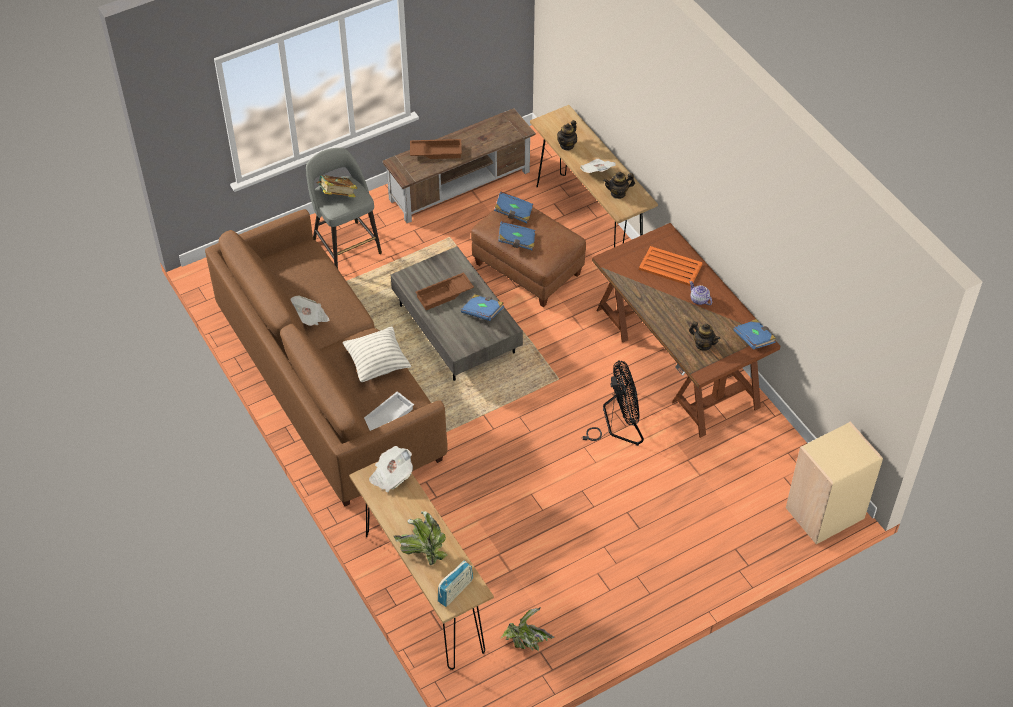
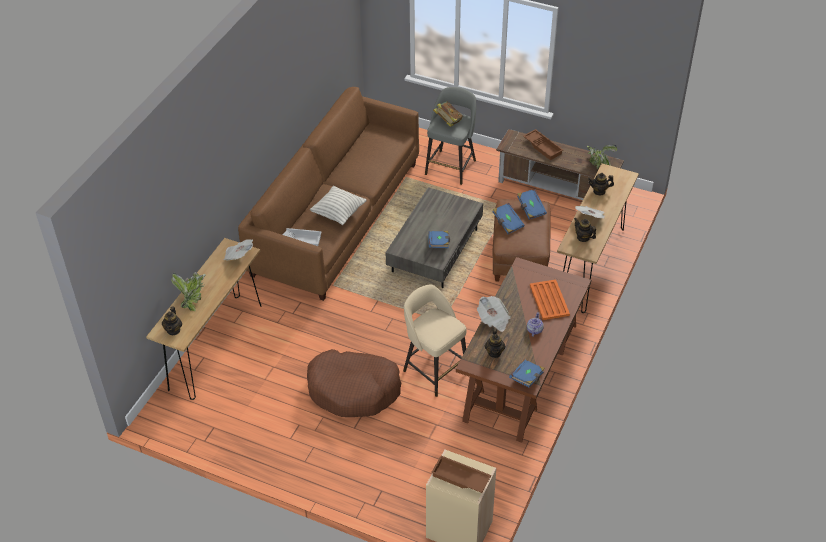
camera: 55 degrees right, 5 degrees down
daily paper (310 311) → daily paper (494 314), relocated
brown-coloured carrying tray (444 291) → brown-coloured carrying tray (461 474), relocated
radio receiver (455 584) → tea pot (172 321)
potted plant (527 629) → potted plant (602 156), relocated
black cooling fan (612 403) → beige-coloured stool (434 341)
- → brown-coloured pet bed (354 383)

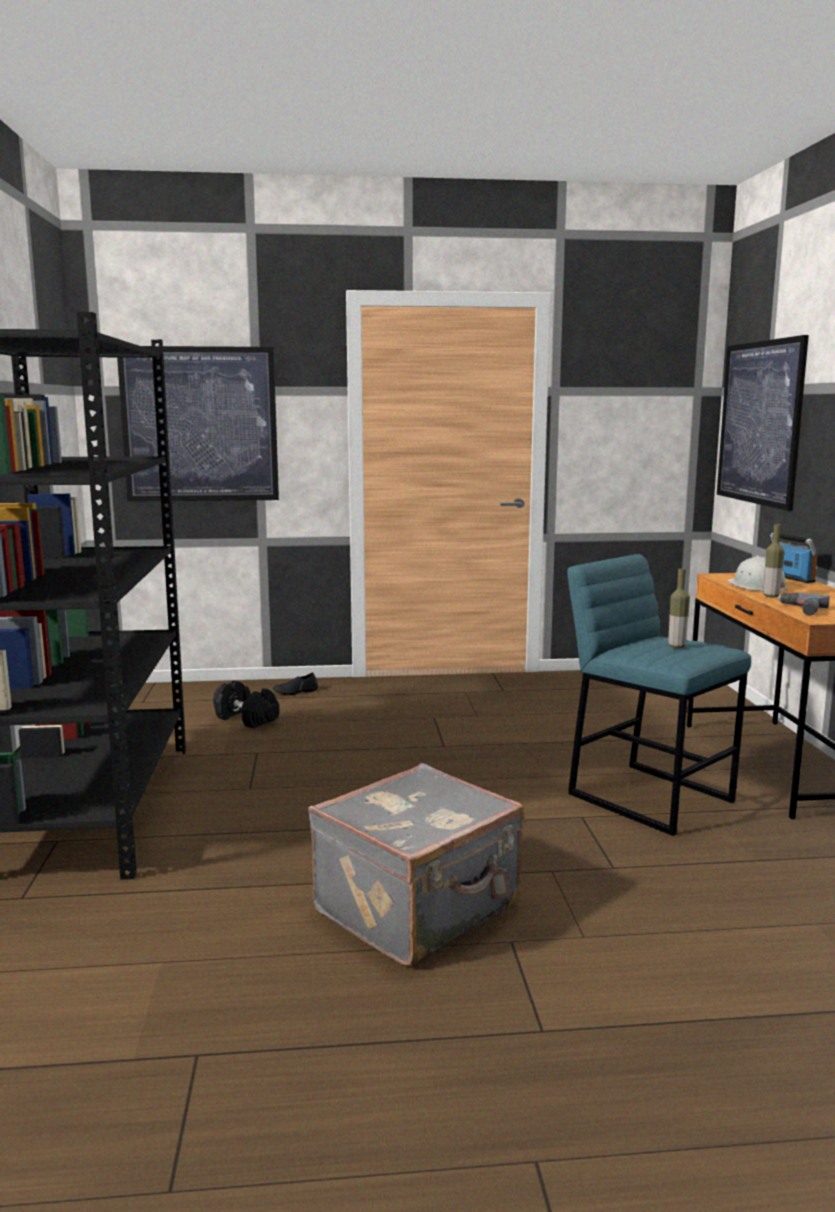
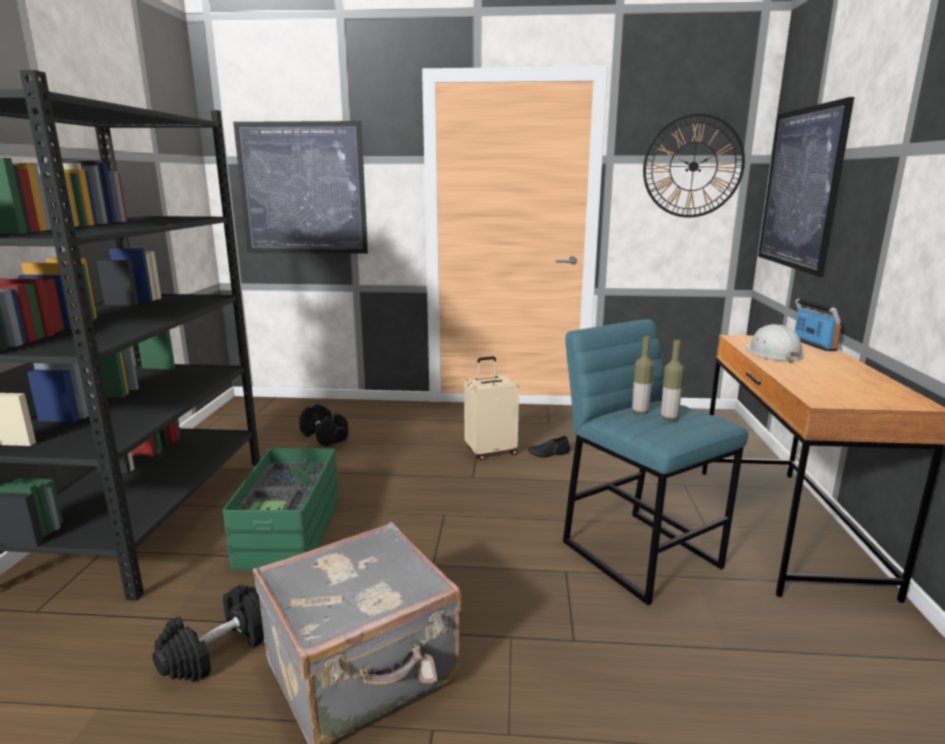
camera: 10 degrees right, 5 degrees up
black low shoe (295 683) → black low shoe (549 447), relocated
drink bottle (774 561) → drink bottle (643 375), relocated
electric drill (804 604) → -
- → black free weight (208 633)
- → greenish storage box (280 509)
- → beige-coloured suitcase (491 408)
- → clock on the wall (694 165)

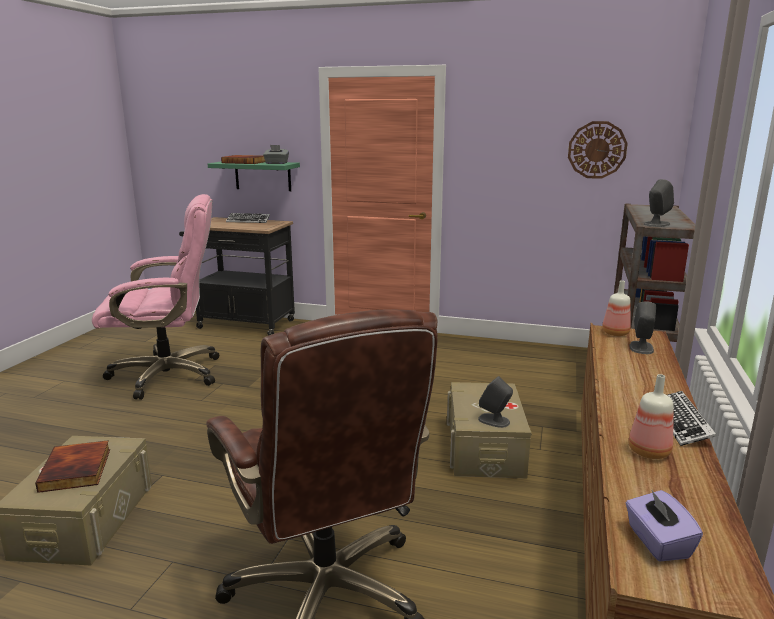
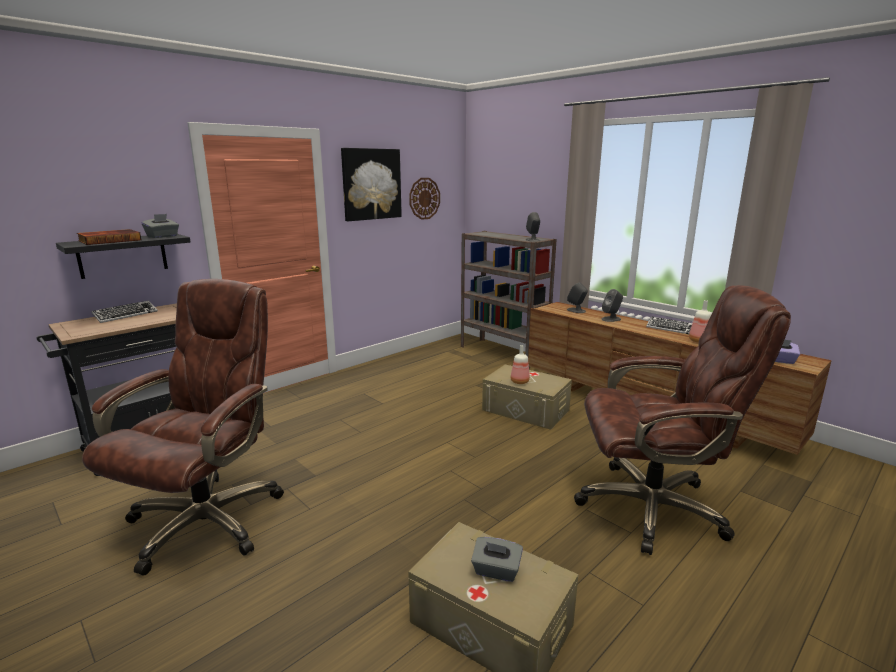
camera: 60 degrees left, 0 degrees up
bound book (72 466) → grey tissue holder (497 559)
pinkish office chair (156 297) → brown-coloured office chair (183 427)
greenish bracket shelf (254 176) → black bracket shelf (123 256)
grey loudspeaker (495 402) → grey loudspeaker (612 305), relocated
drink bottle (616 308) → drink bottle (520 364), relocated
- → picture (371 184)

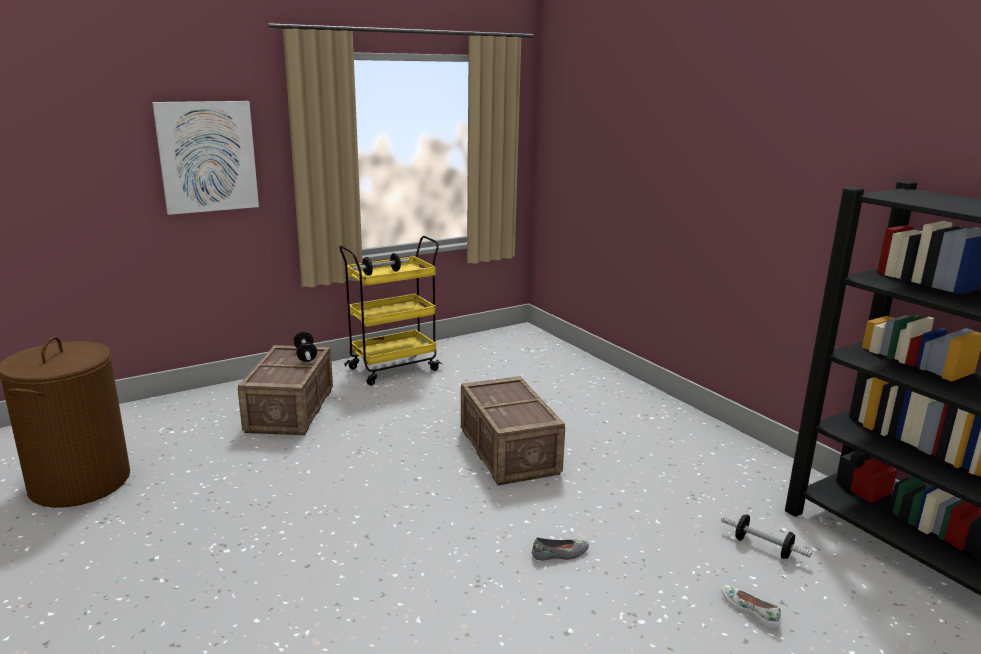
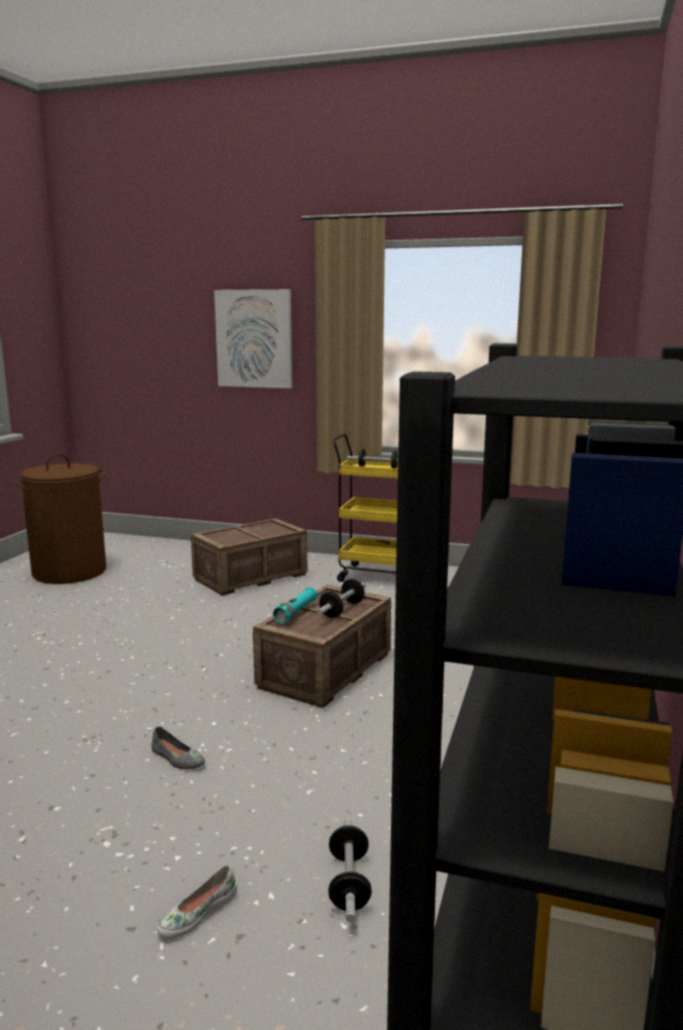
camera: 50 degrees right, 5 degrees down
free weight (305 346) → free weight (341 598), relocated
whitish low shoe (751 607) → whitish low shoe (196 902), 150 degrees counterclockwise
- → turquoise-coloured flashlight (295 605)

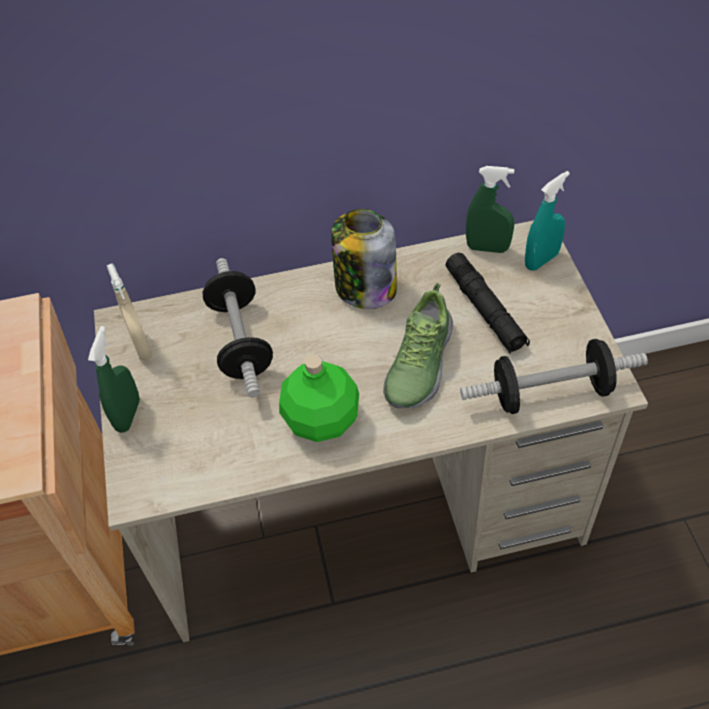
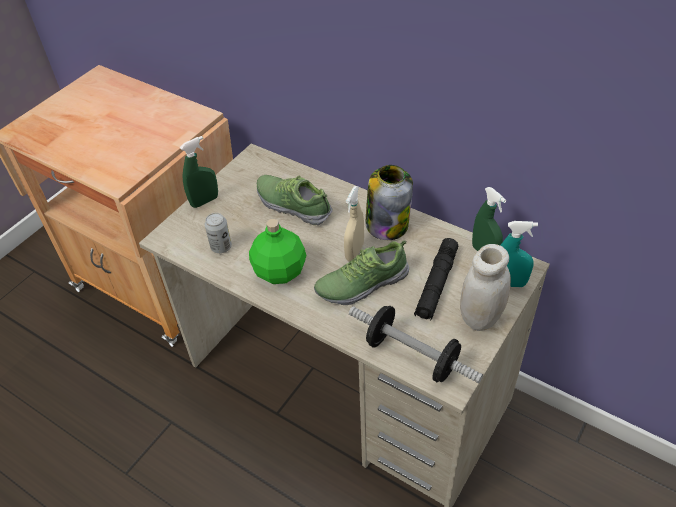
camera: 45 degrees right, 5 degrees down
beige-coloured sprayer (130 312) → beige-coloured sprayer (354 224), relocated
free weight (238 328) → low shoe (295 200)
- → sealed can (218 233)
- → whitish storage jar (485 287)

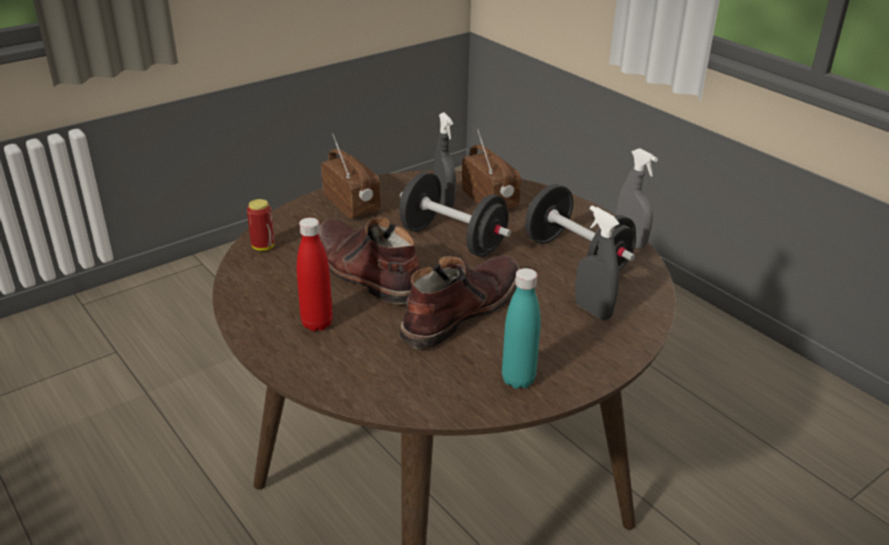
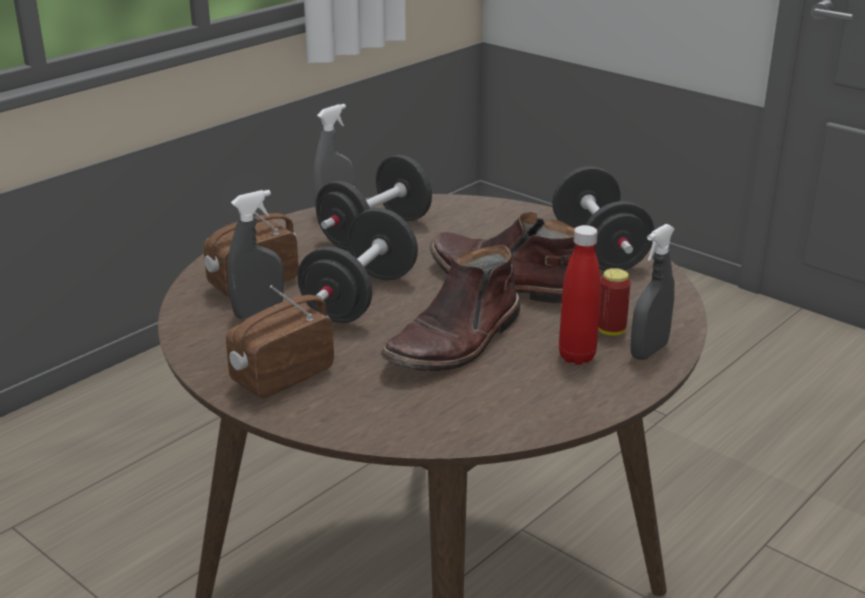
camera: 100 degrees left, 5 degrees down
sealed can (261 225) → sealed can (614 302), relocated
turquoise-coloured drink bottle (521 328) → black free weight (603 218)
grey sprayer (597 263) → grey sprayer (652 292), relocated

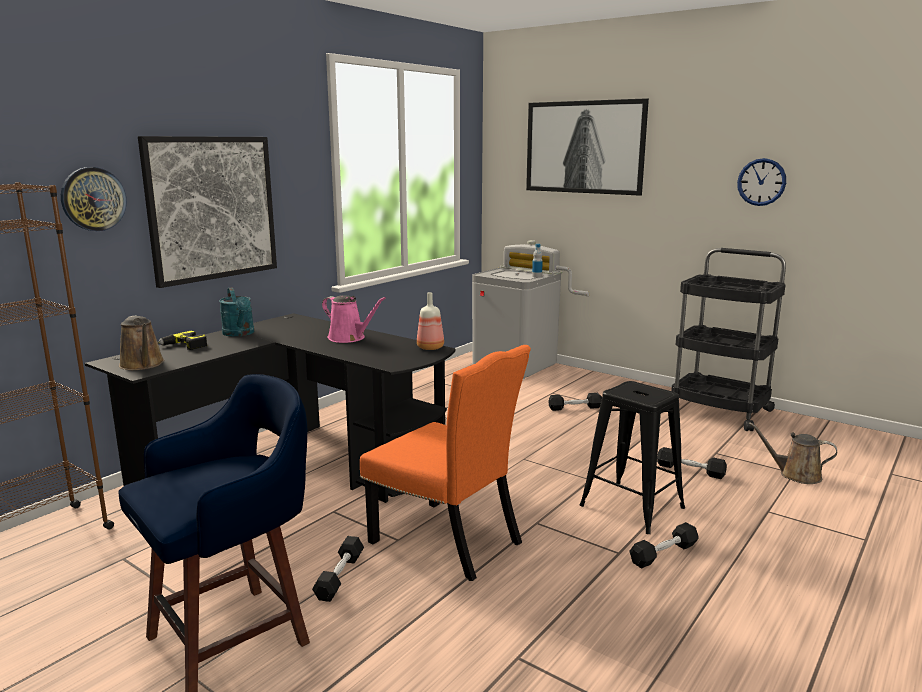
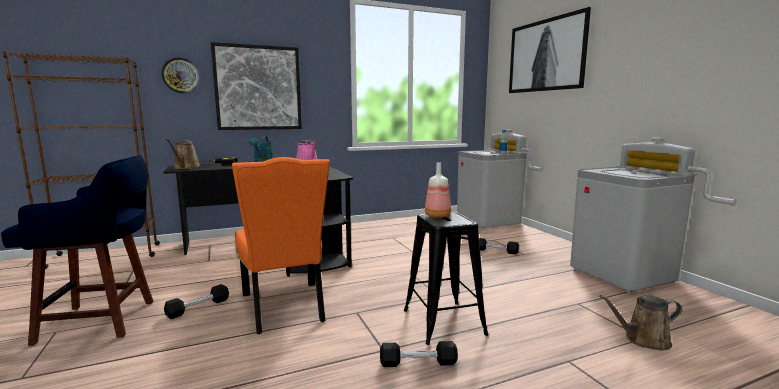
camera: 30 degrees right, 5 degrees down
drink bottle (430 321) → drink bottle (438 190), relocated
black free weight (692 463) → -
black cart (728 339) → grey washing machine (653 215)
clock on the wall (761 182) → -
brown-coloured watering pot (793 453) → brown-coloured watering pot (640 322), 60 degrees counterclockwise

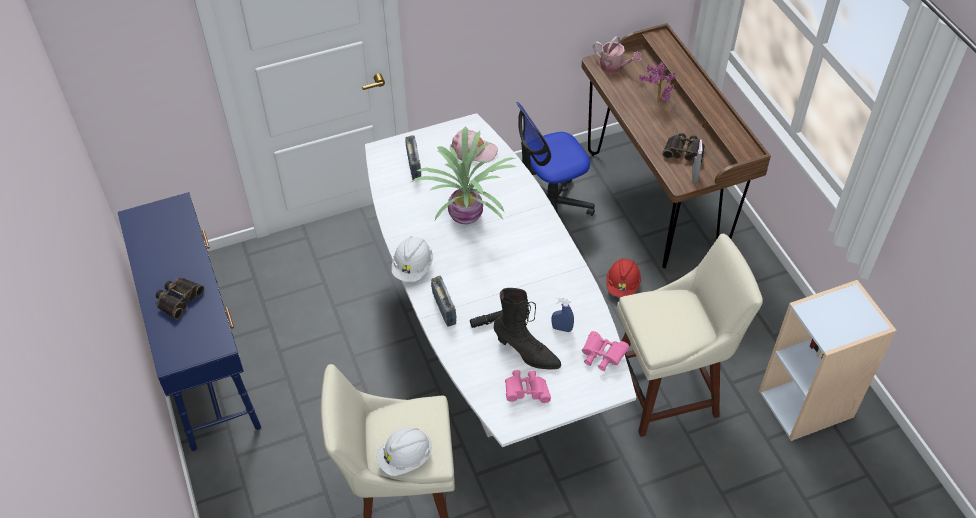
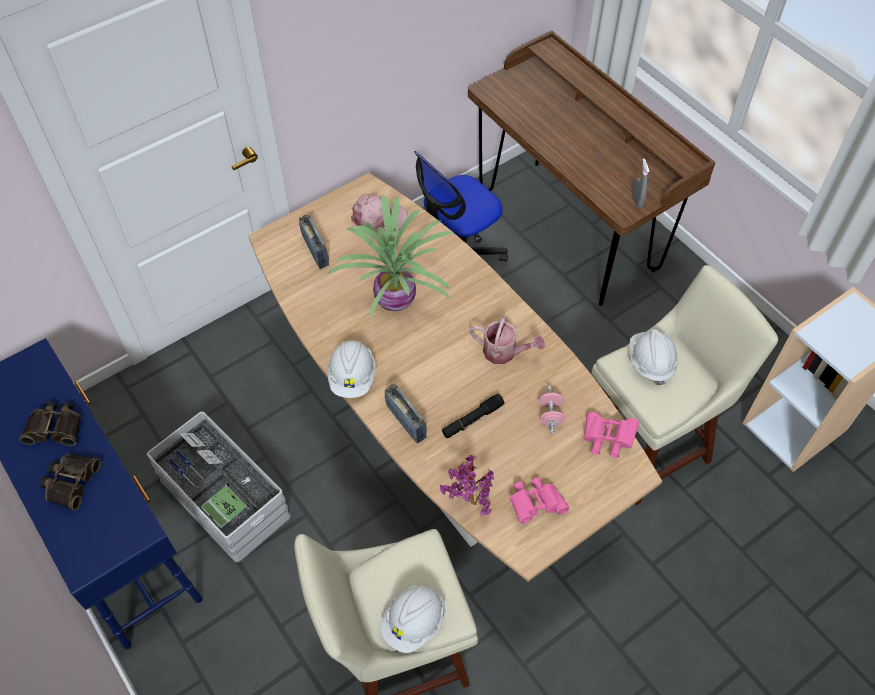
camera: 15 degrees left, 5 degrees up
whitish dining table (500 280) → brown-coloured dining table (455 377)
black tall boot (527 329) → -
blue sprayer (563 314) → pinkish free weight (552 409)
watering pot (617 54) → watering pot (506 340), relocated
red hard hat (624 277) → -
potted plant (657 82) → potted plant (467 485), relocated
field glasses (683 148) → field glasses (50 424), relocated
- → grey storage box (219 487)
- → whitish hard hat (653 357)

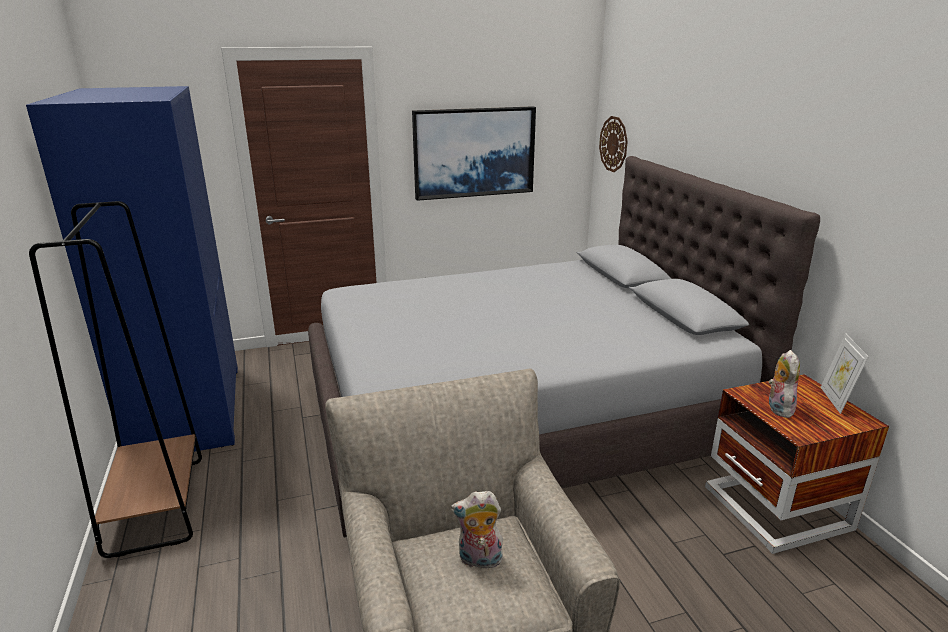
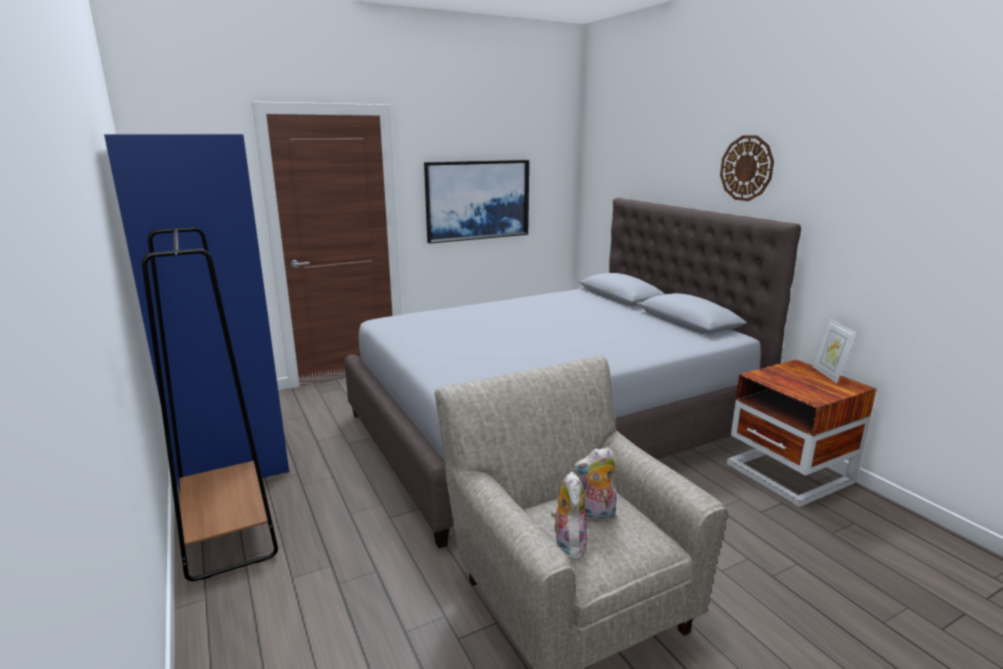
camera: 10 degrees left, 5 degrees down
clock on the wall (613 144) → clock on the wall (747 168), relocated
plush toy (784 384) → plush toy (569 515), relocated

